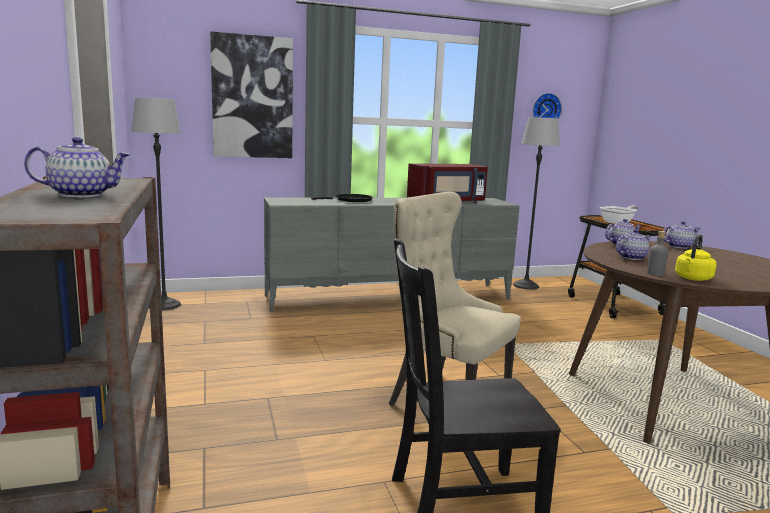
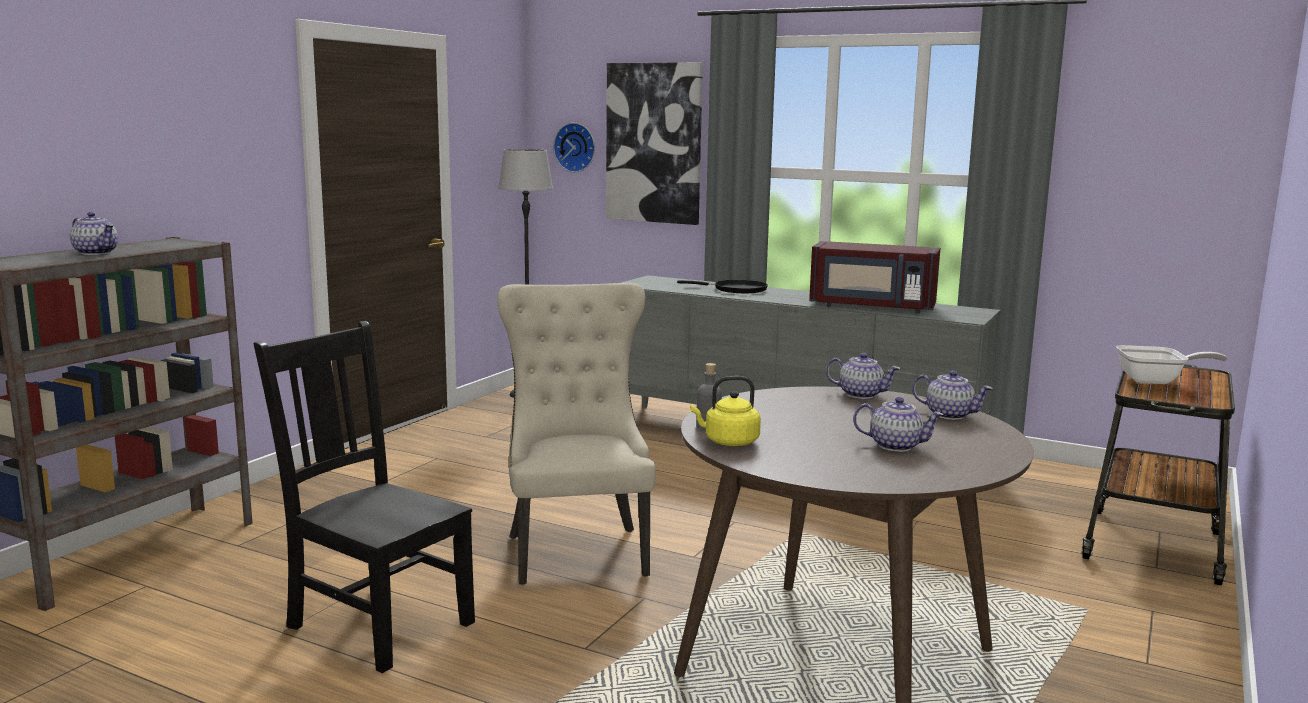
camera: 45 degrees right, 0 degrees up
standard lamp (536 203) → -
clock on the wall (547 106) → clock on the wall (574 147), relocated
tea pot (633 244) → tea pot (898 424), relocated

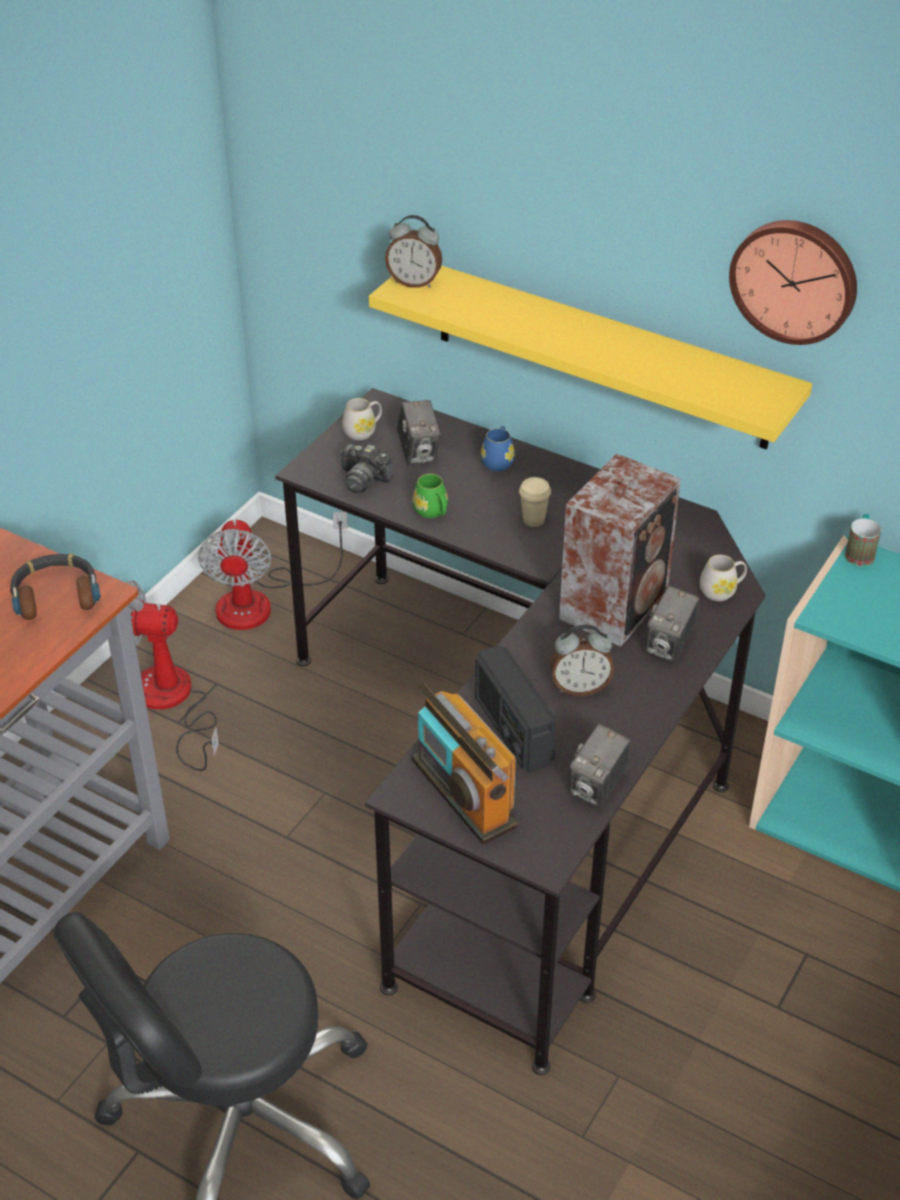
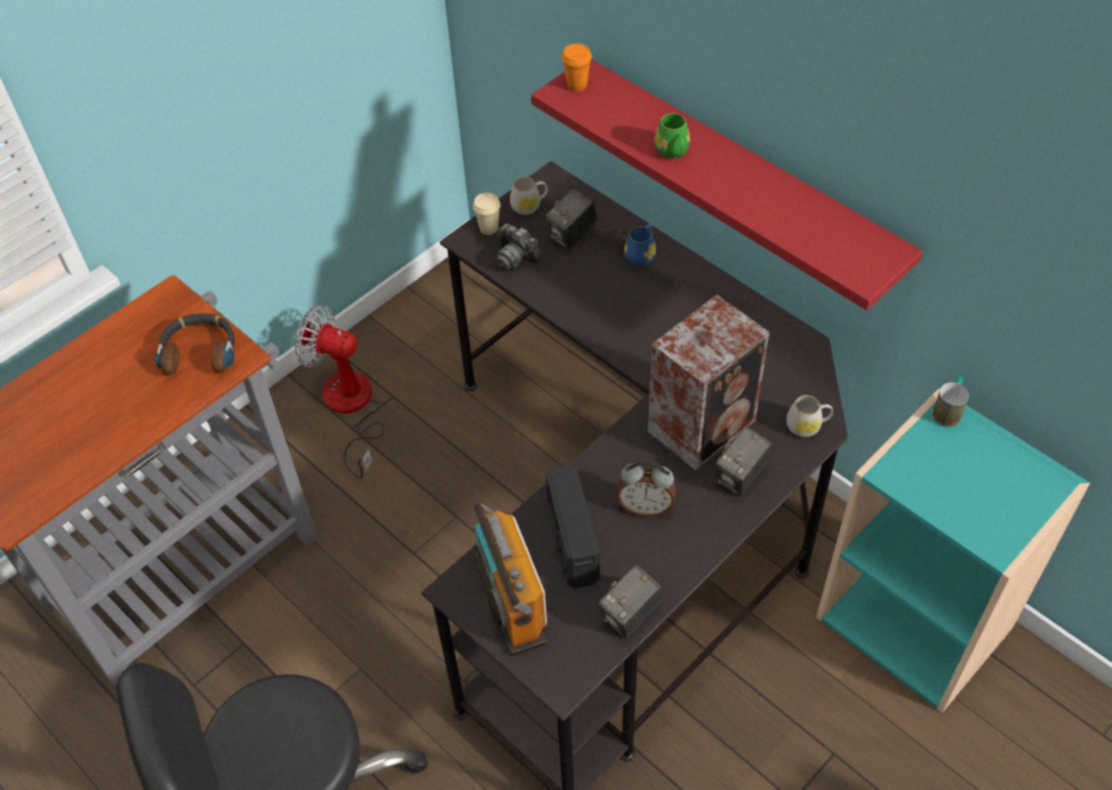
camera: 15 degrees right, 10 degrees up
cooling fan (273 571) → -
yellow-coloured bracket shelf (590 357) → red bracket shelf (727 184)
alarm clock (413 251) → orangey small cup (577 67)
still camera (419 432) → still camera (572 219), 45 degrees clockwise
greenish mug (430 496) → greenish mug (672 135), relocated
beige-coloured small cup (535 502) → beige-coloured small cup (487 214), relocated
clock on the wall (793 282) → -

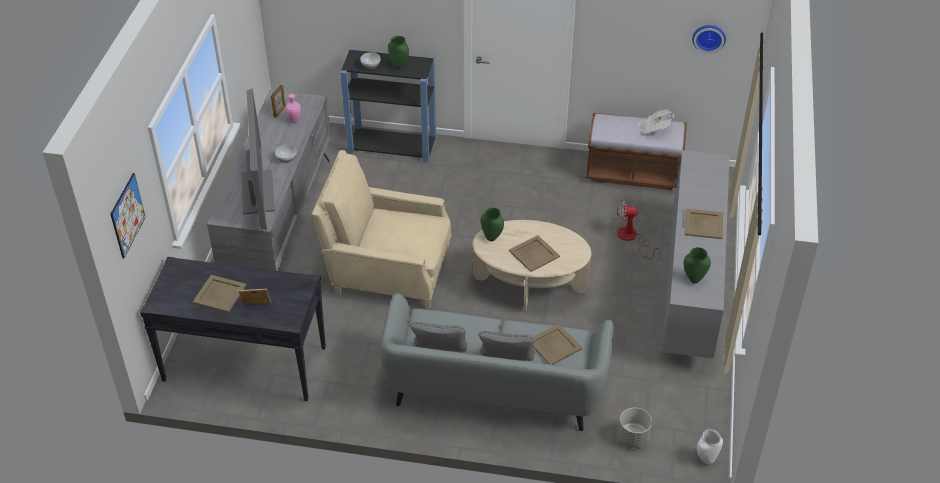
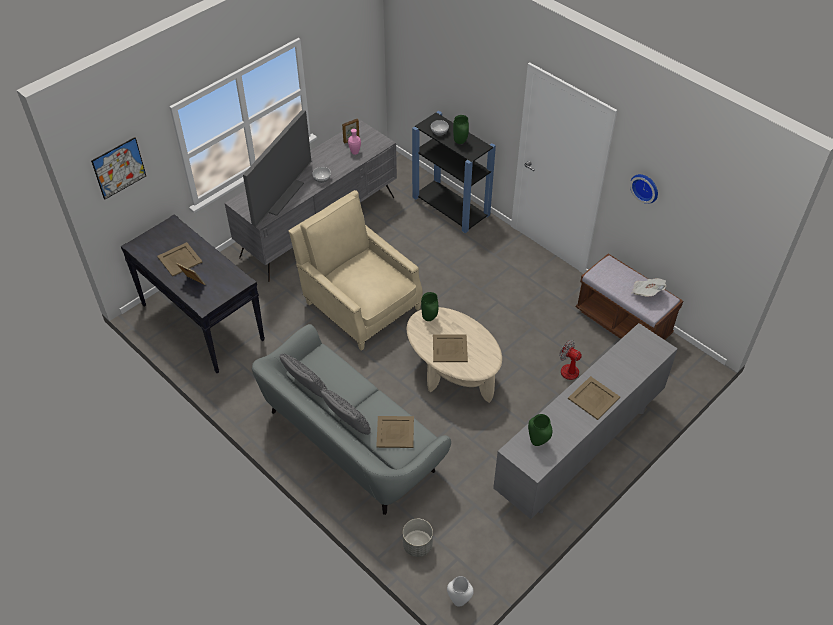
camera: 35 degrees right, 5 degrees up
clock on the wall (709 39) → clock on the wall (644 189), relocated

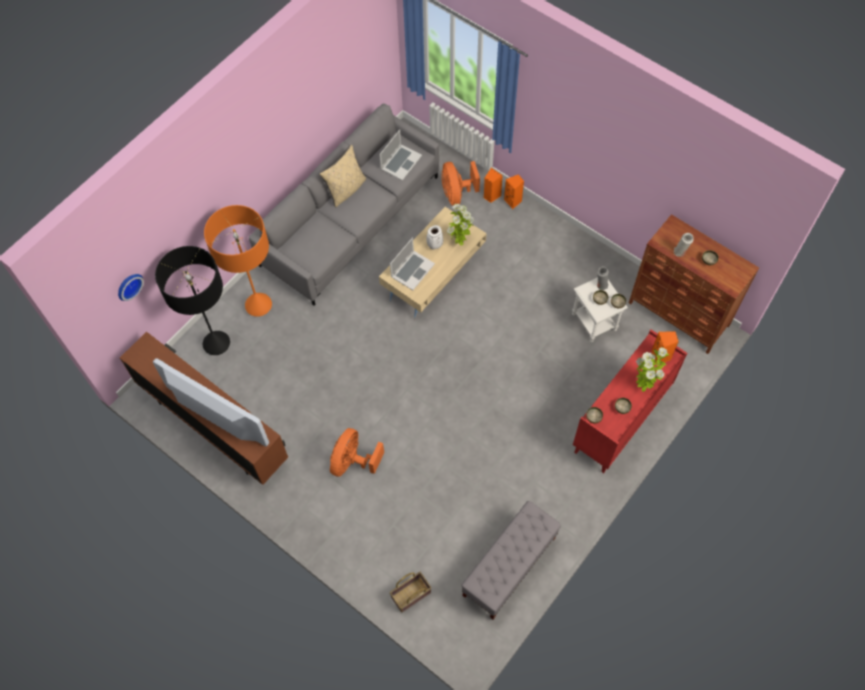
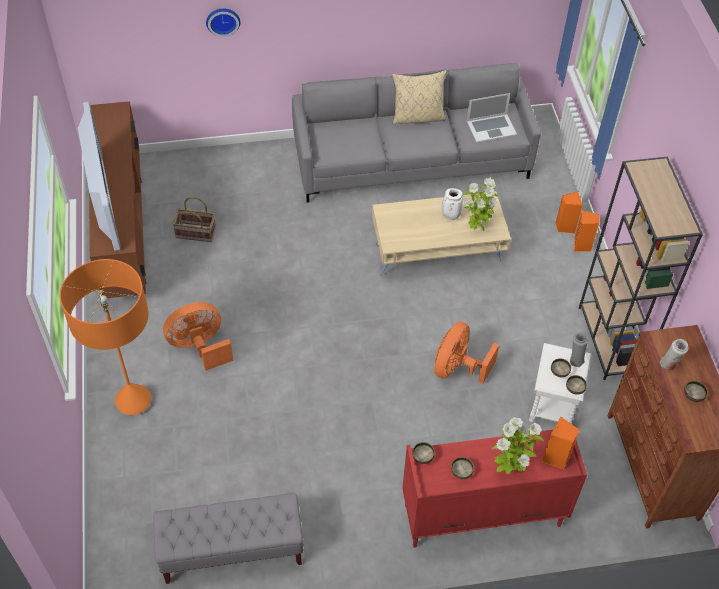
camera: 40 degrees right, 10 degrees down
clock on the wall (131 287) → clock on the wall (223 22), relocated
black standard lamp (192 300) → -
orangey standard lamp (238 261) → orangey standard lamp (105 337), relocated
notebook computer (412 263) → -
household basket (410 592) → household basket (194 219), relocated
orangey cooling fan (461 183) → orangey cooling fan (466 352), relocated
- → bookcase (641 268)

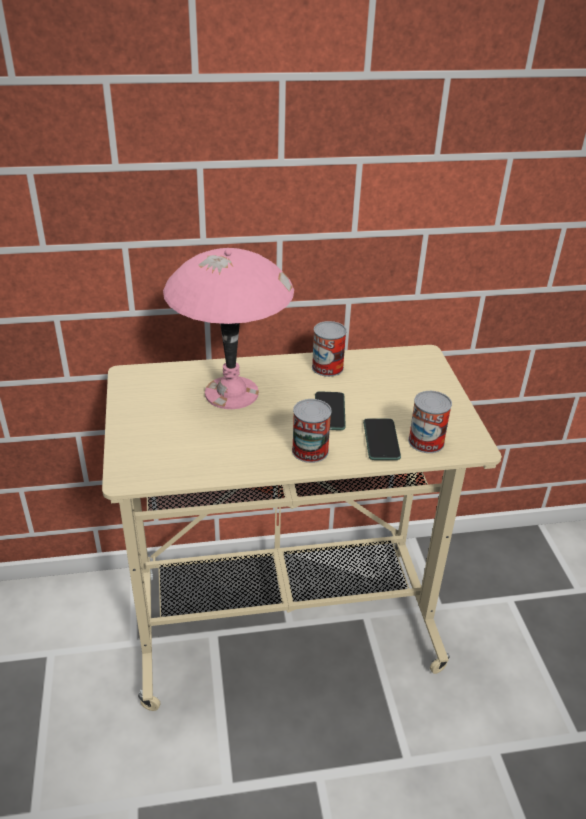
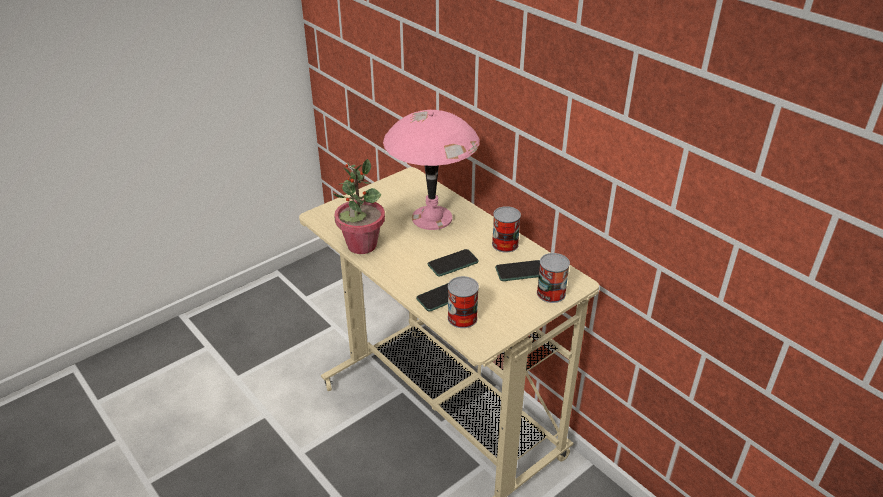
camera: 60 degrees right, 0 degrees up
sealed can (312 431) → sealed can (553 278), relocated
- → potted plant (359 206)
- → phone (517 270)

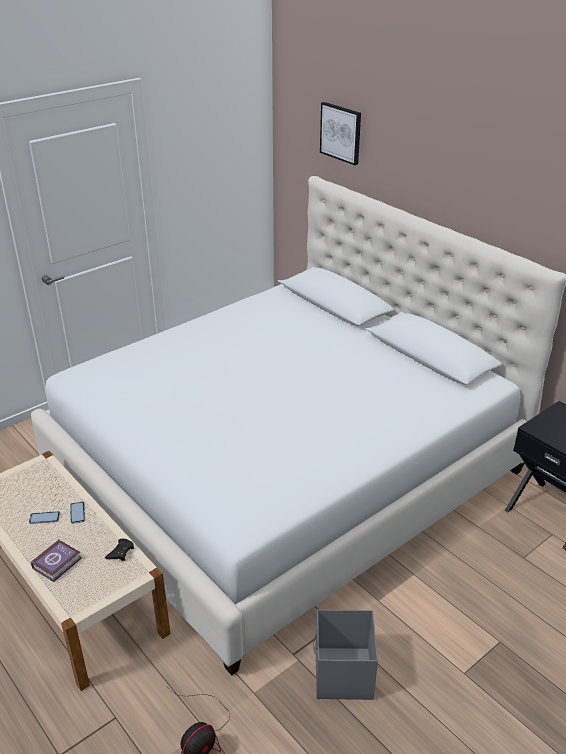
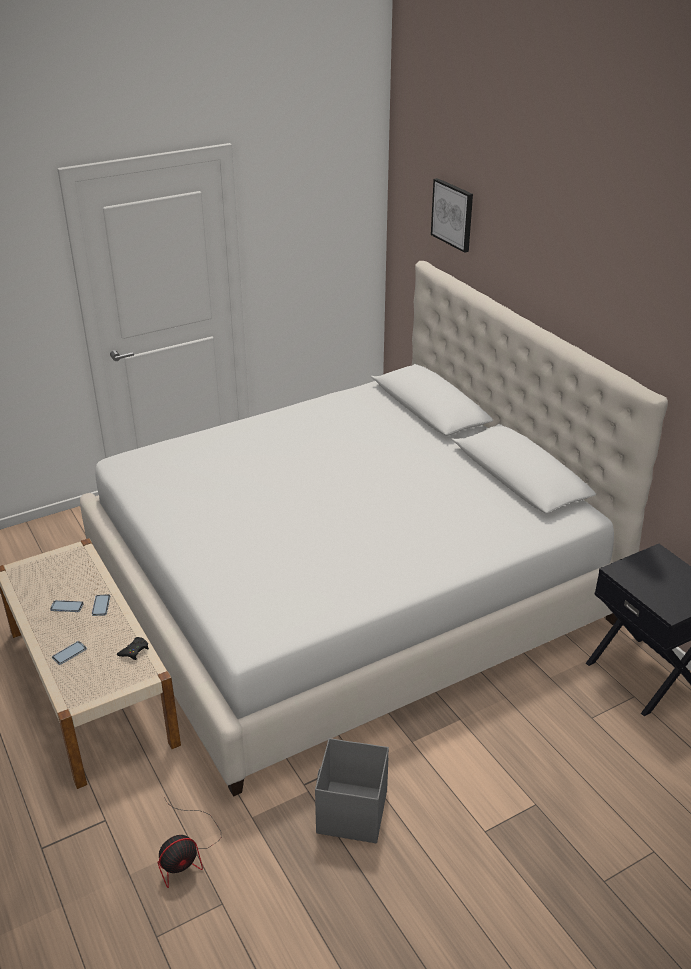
camera: 10 degrees right, 0 degrees up
bound book (56 560) → phone (69 653)

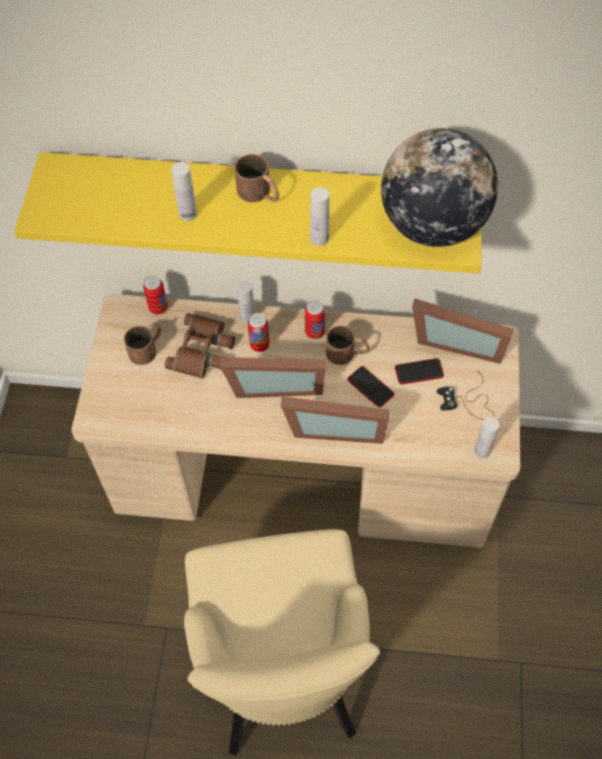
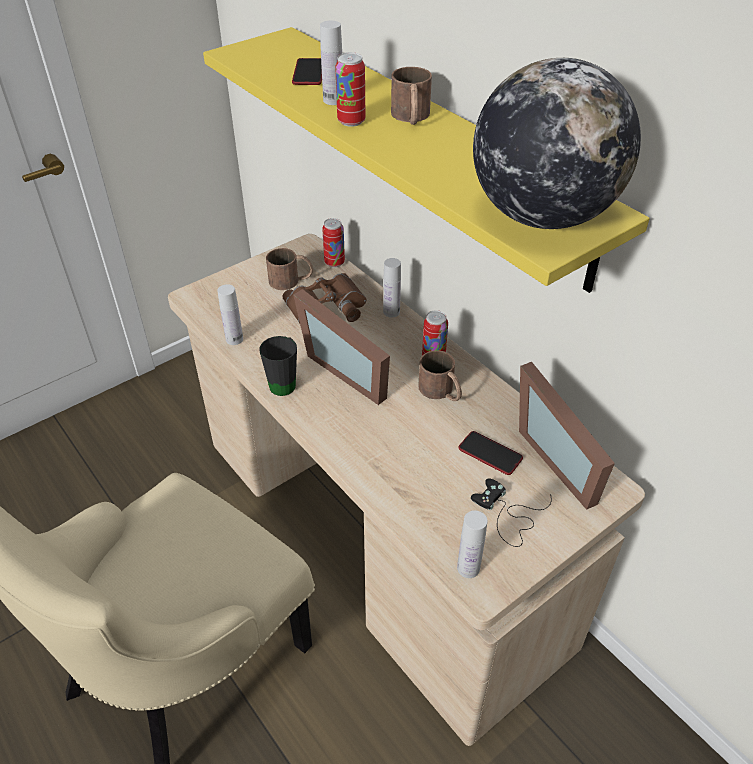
camera: 45 degrees right, 15 degrees down
sealed can (259 332) → sealed can (350 89), relocated
standing frame (335 420) → -
whitish drink bottle (320 216) → whitish drink bottle (230 314), relocated
phone (370 386) → phone (307 71), relocated
- → black mug (278 366)

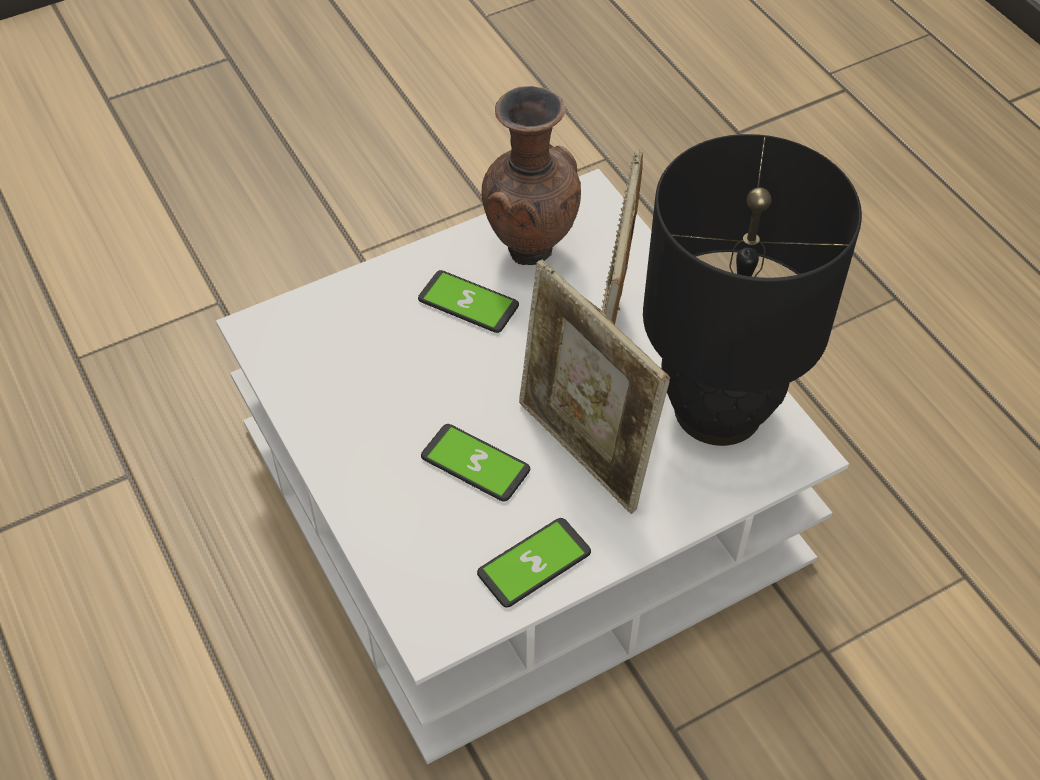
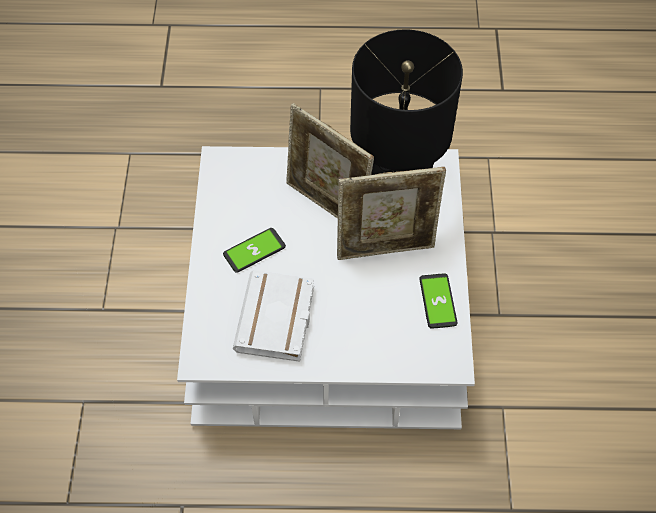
camera: 60 degrees left, 5 degrees up
phone (475 463) → -
brown-coloured vase (531 175) → -
- → whitish bound book (273 316)

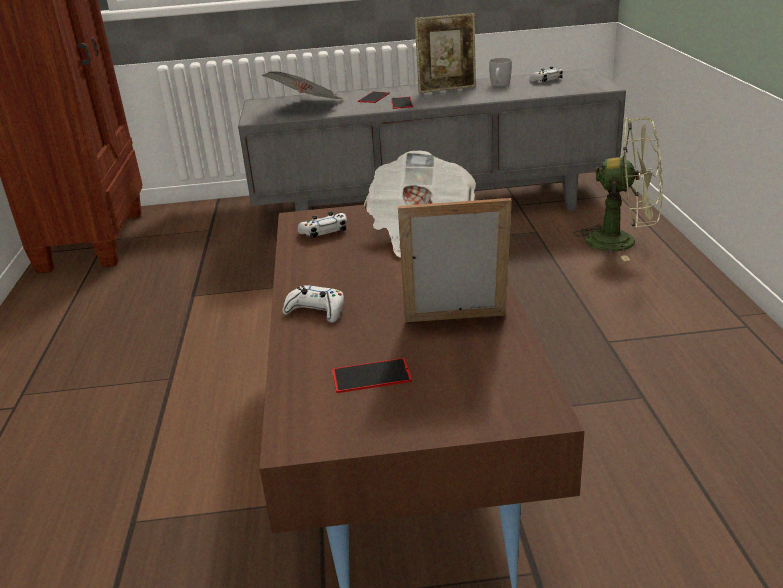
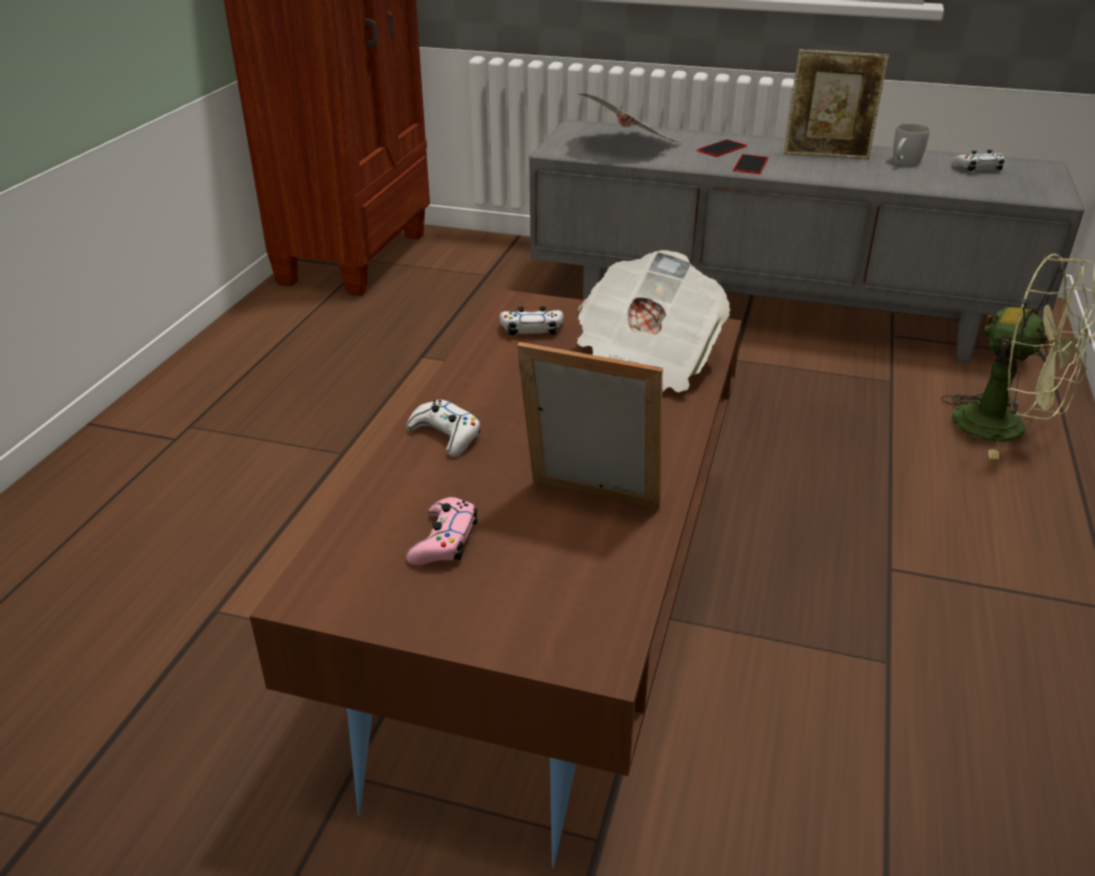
camera: 20 degrees right, 5 degrees up
phone (372 375) → pinkish game controller (441 531)

